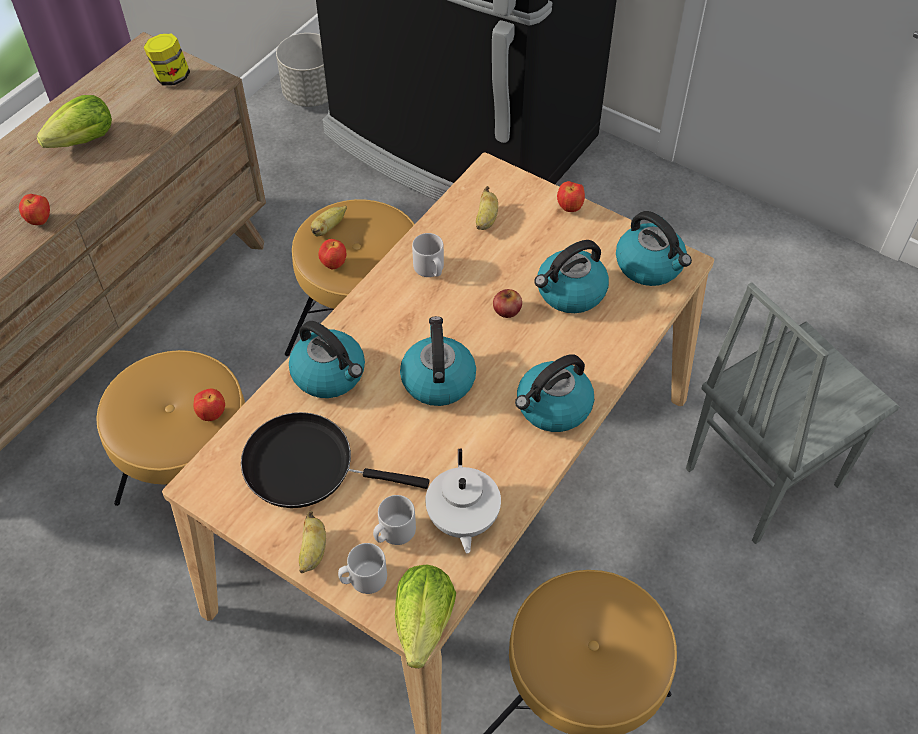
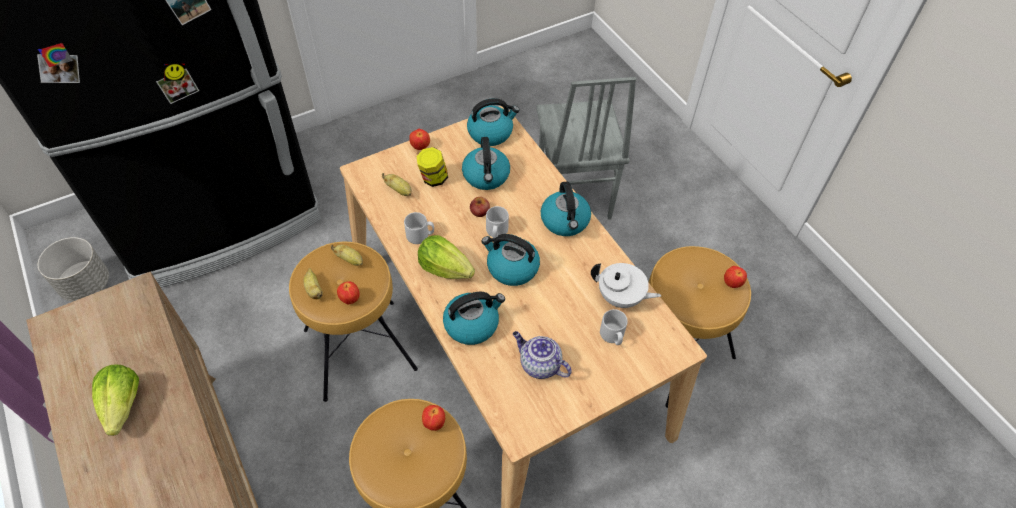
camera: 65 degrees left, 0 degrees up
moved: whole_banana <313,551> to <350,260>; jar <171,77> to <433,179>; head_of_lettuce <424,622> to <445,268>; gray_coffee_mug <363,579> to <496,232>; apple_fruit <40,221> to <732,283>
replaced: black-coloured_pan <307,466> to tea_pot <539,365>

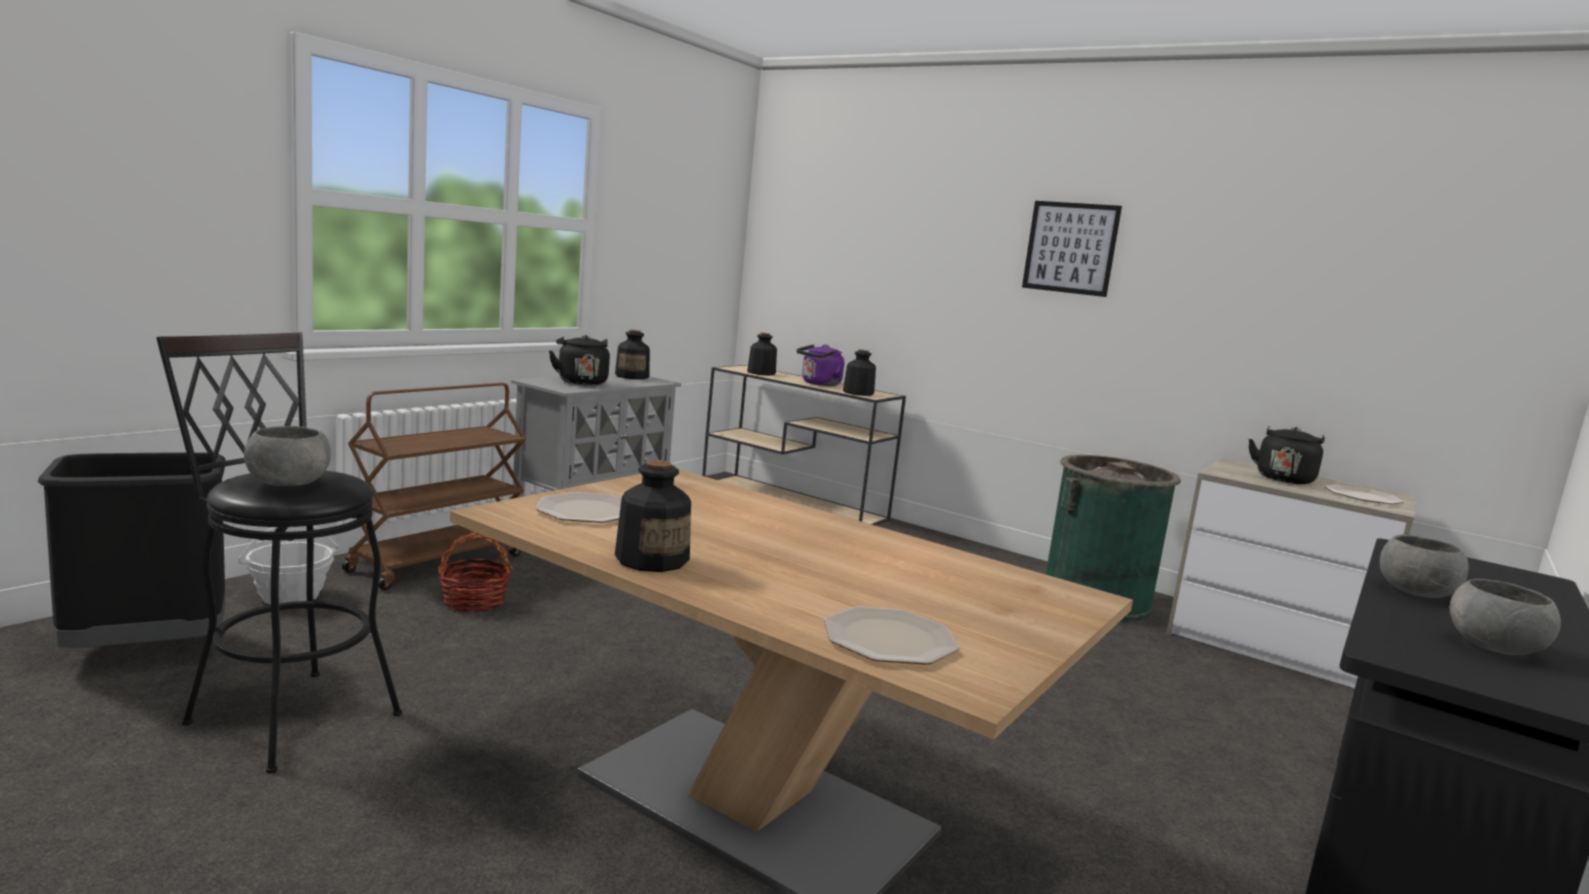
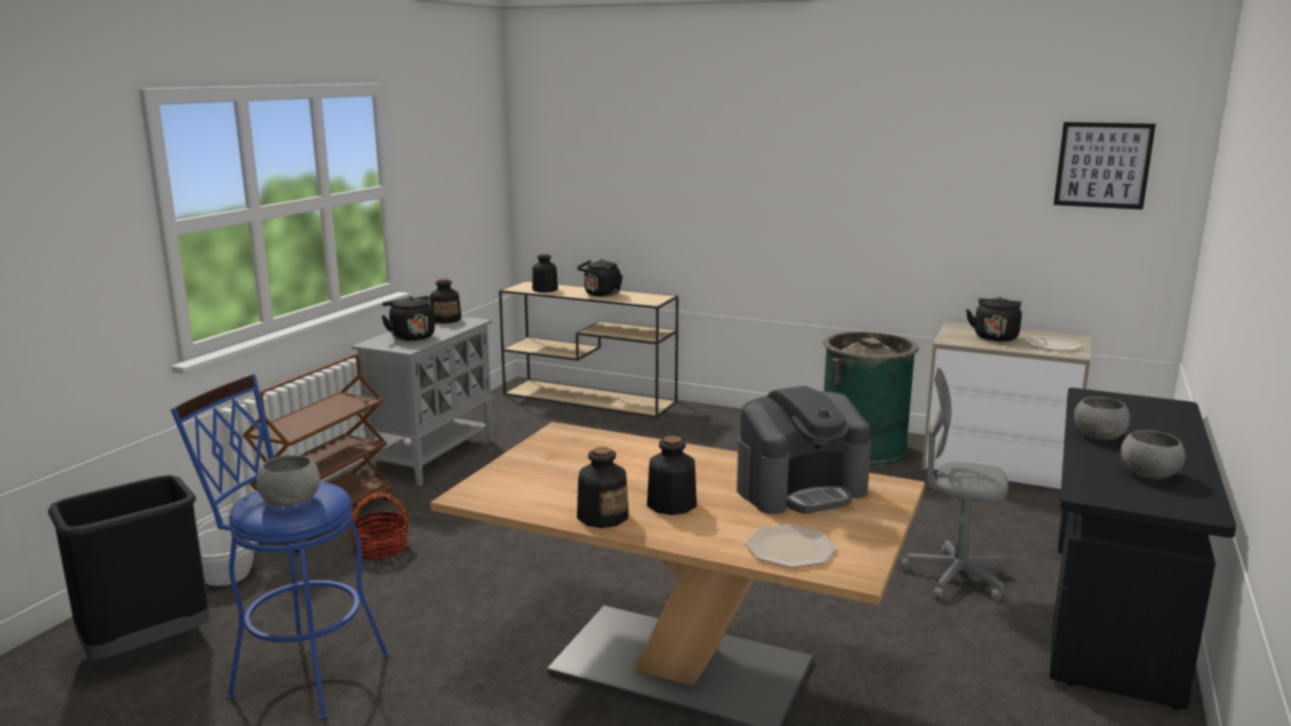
camera: 10 degrees left, 5 degrees up
removed: flat_dish <588,510>
added: coffee_machine <801,490>; gray_office_chair <955,578>
moved: beverage_bottle <857,393> to <671,504>; wall_picture <1070,248> to <1103,165>
recoloured: black-coloured_stool_seat <285,712> to blue_stool_seat <299,673>; purplish_water_kettle <819,384> to black-coloured_water_kettle <601,294>

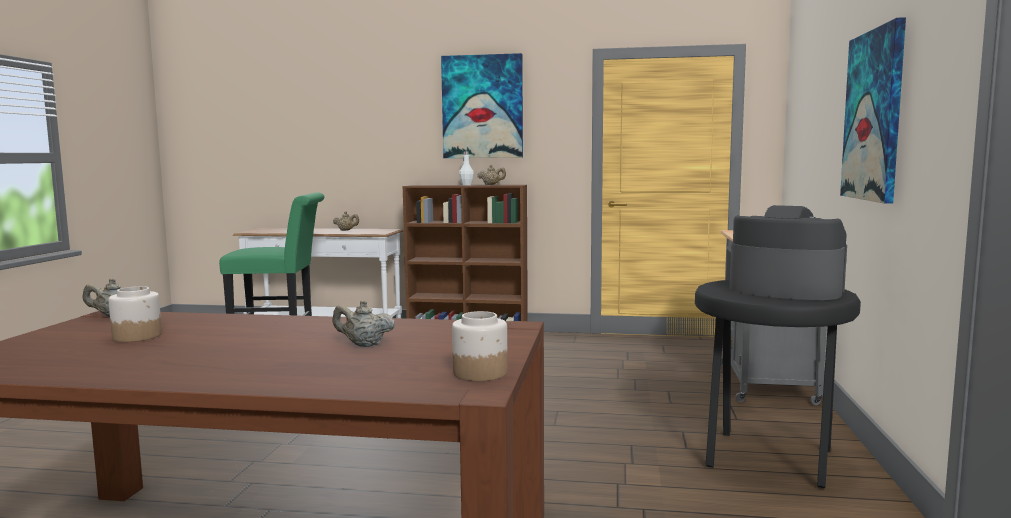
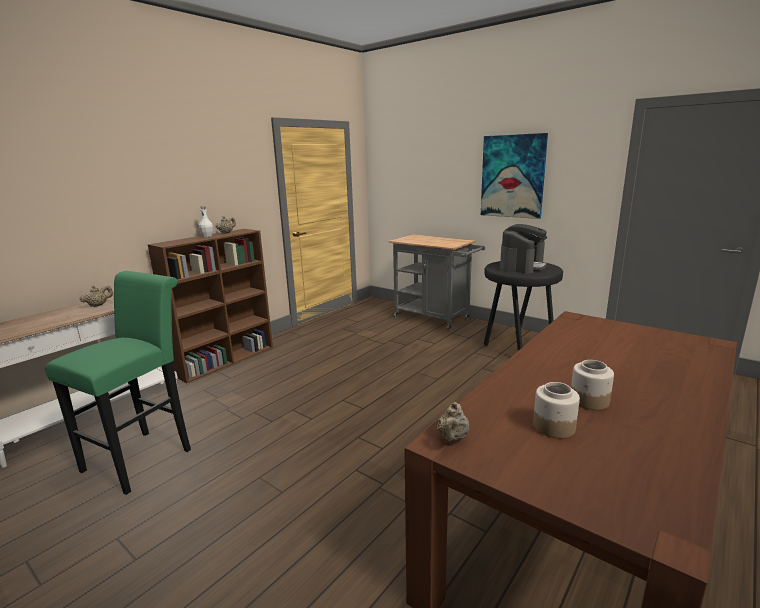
camera: 60 degrees left, 10 degrees up
removed: beige-coloured_tea_pot <364,345>; wall_picture <482,107>
moved: jar <479,373> to <589,401>
turned: coffee_machine <784,290> = <522,266> 150 degrees clockwise

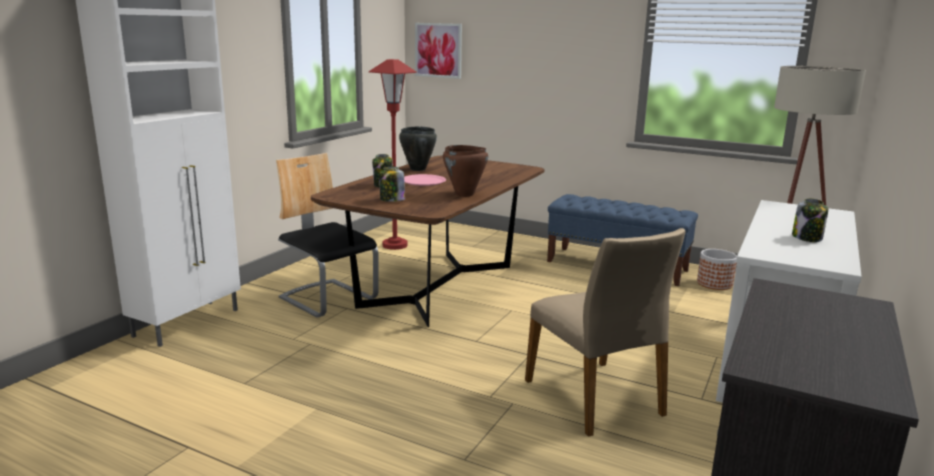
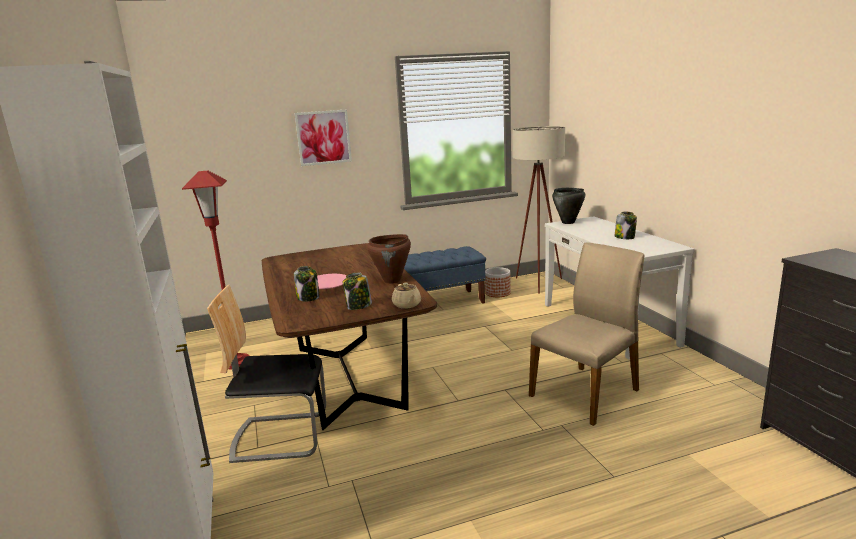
camera: 45 degrees left, 0 degrees up
added: beige-coloured_tea_pot <407,305>
moved: wall_picture <438,50> to <323,137>; black-coloured_stockpot <417,169> to <568,222>
turned: beige-coloured_chair <595,397> = <586,392> 60 degrees counterclockwise

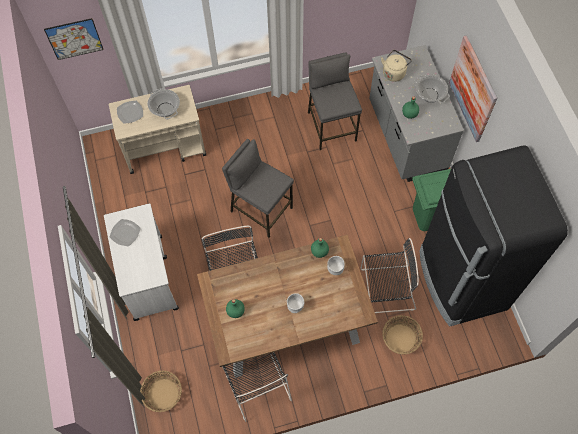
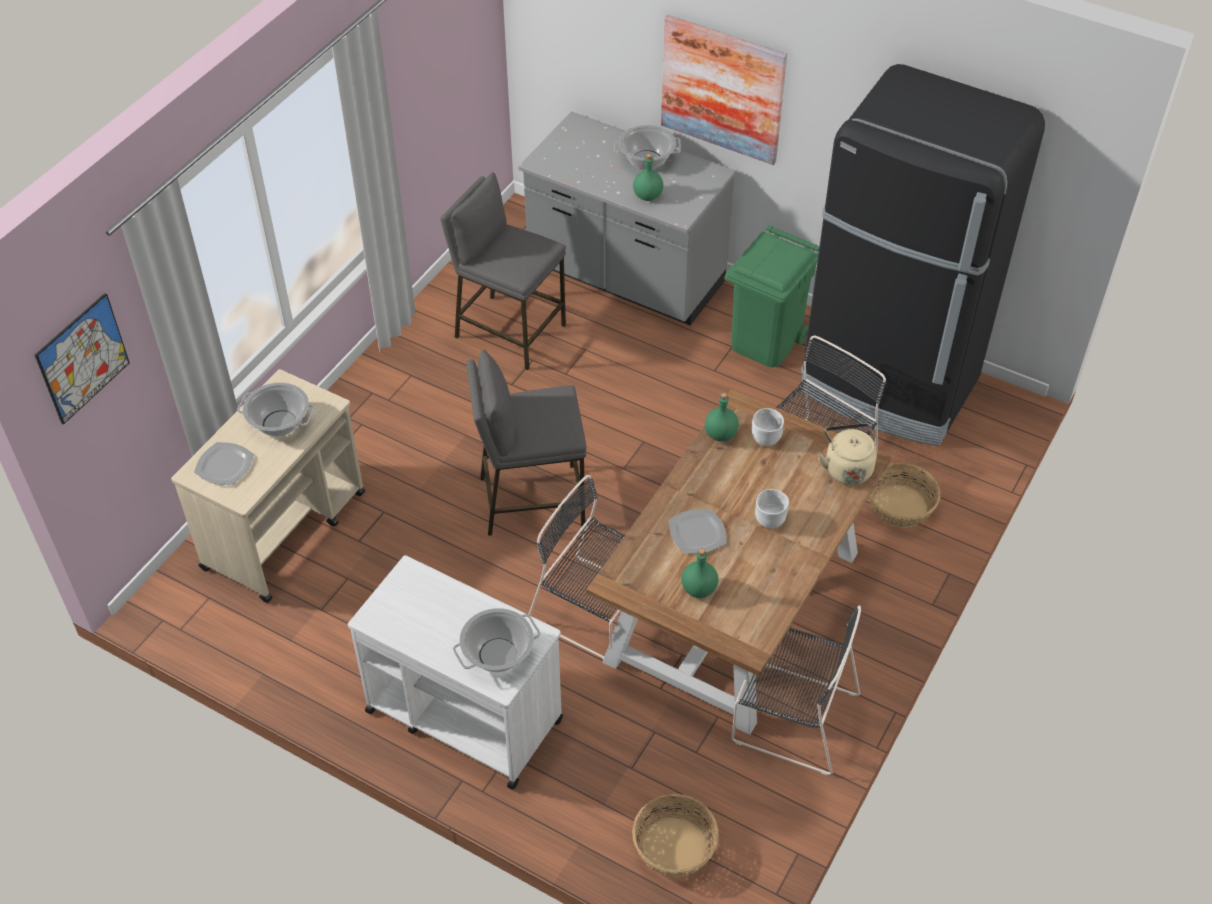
camera: 45 degrees left, 15 degrees down
added: stockpot <497,655>
moved: flat_dish <125,233> to <697,532>; beige-coloured_water_kettle <394,72> to <847,468>

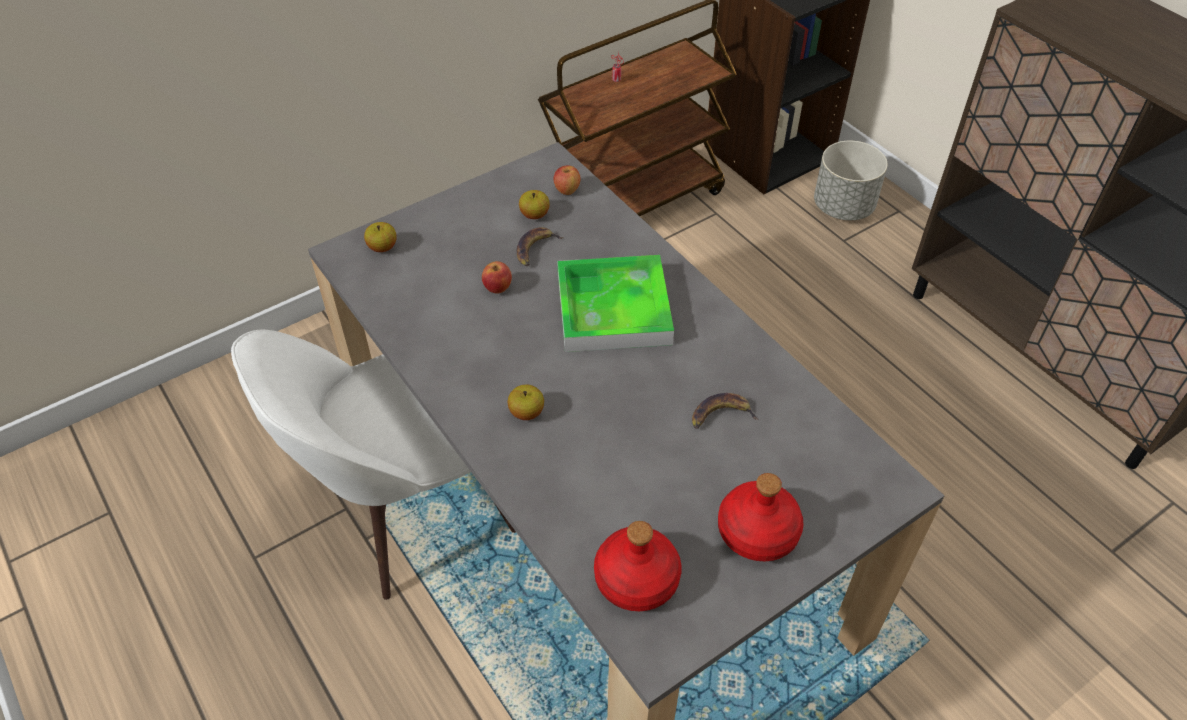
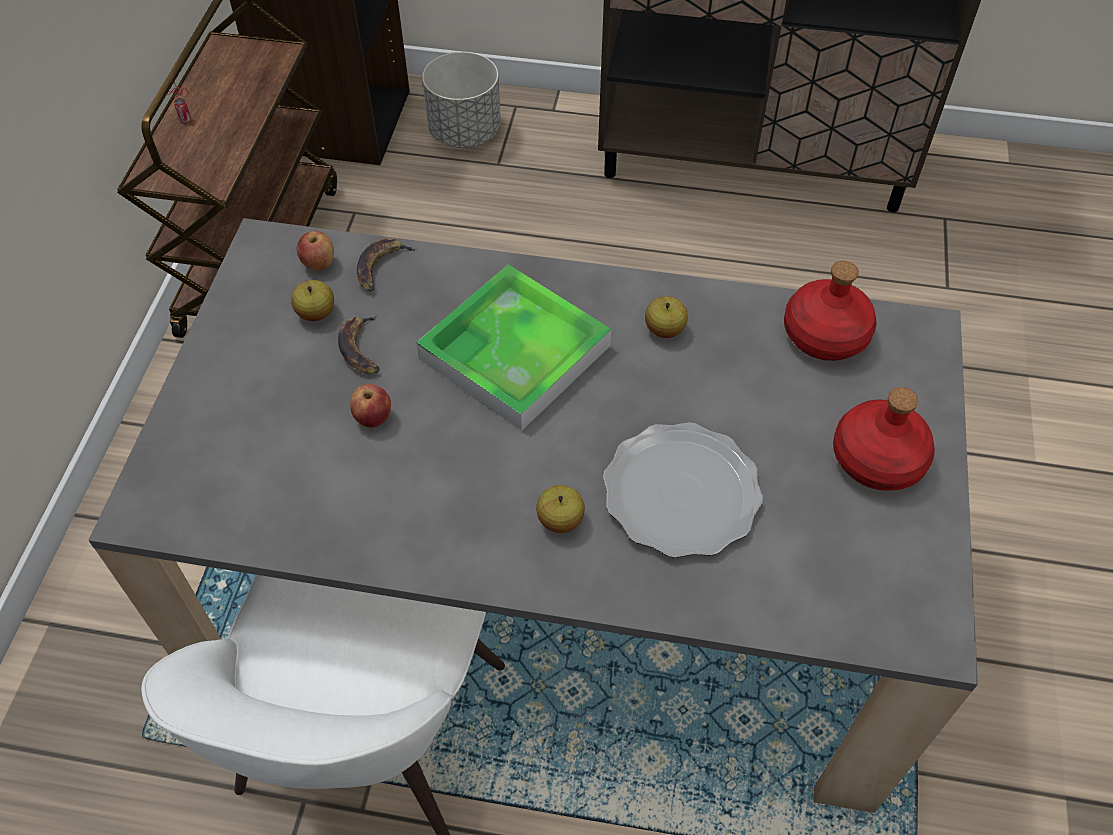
camera: 45 degrees left, 5 degrees up
added: flat_dish <680,493>
moved: whole_banana <720,415> to <381,267>; apple_fruit <382,247> to <664,329>; red_beverage_bottle <637,580> to <826,335>

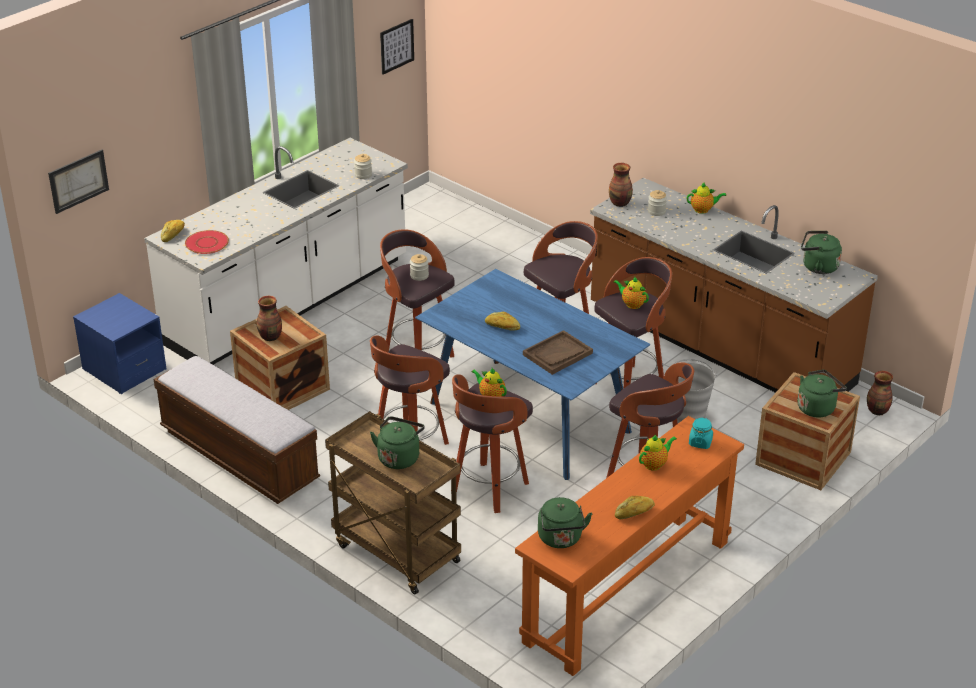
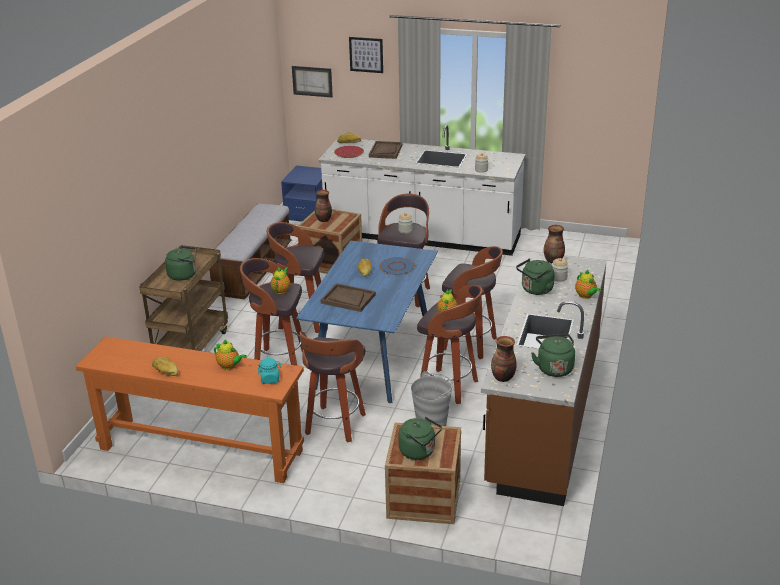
camera: 65 degrees right, 5 degrees down
added: brownish_carrying_tray <385,151>; blue_flat_dish <397,267>
moved: wall_picture <396,46> to <366,54>; flower_vase <877,411> to <502,378>; green_water_kettle <561,539> to <535,290>

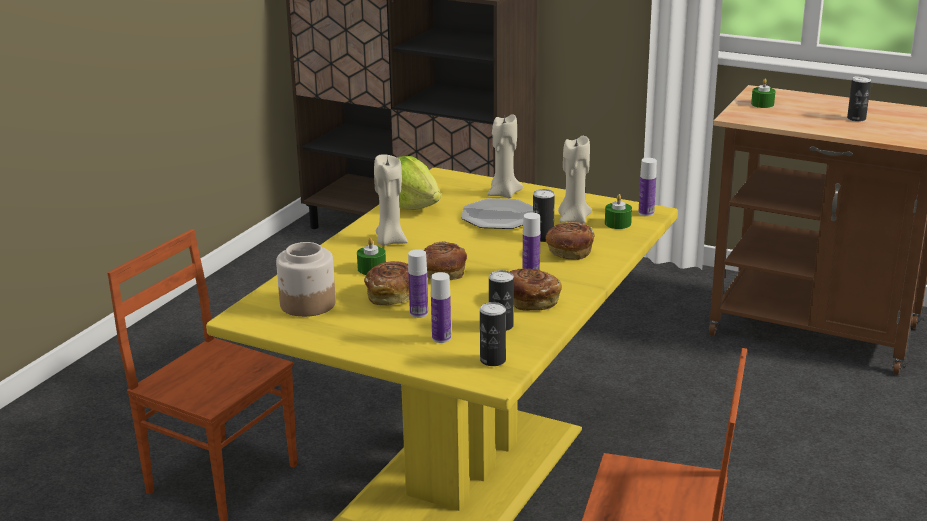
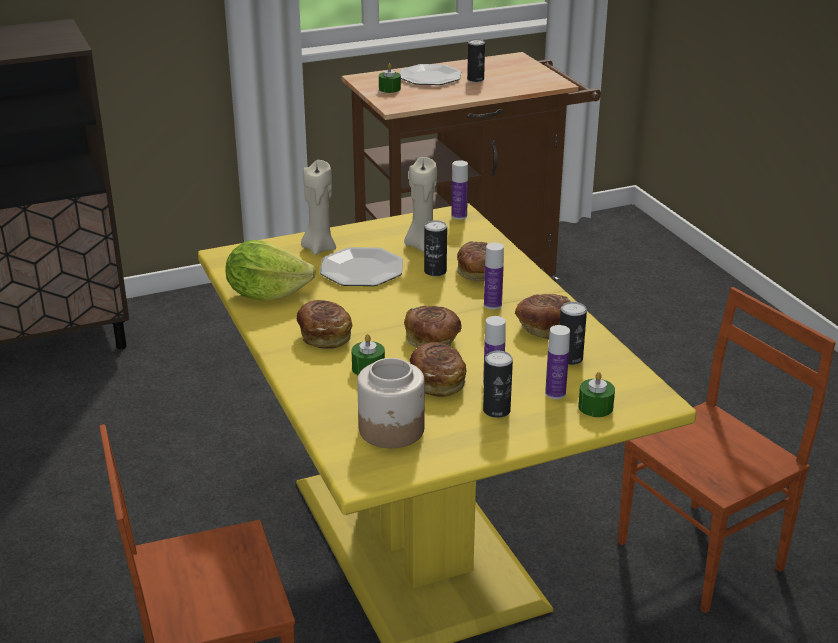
camera: 50 degrees left, 5 degrees up
added: flat_dish <430,77>
moved: can <493,360> to <496,410>; green_candle <617,223> to <595,407>
replaced: beige-coloured_candle <389,241> to bakery_bread <324,336>

